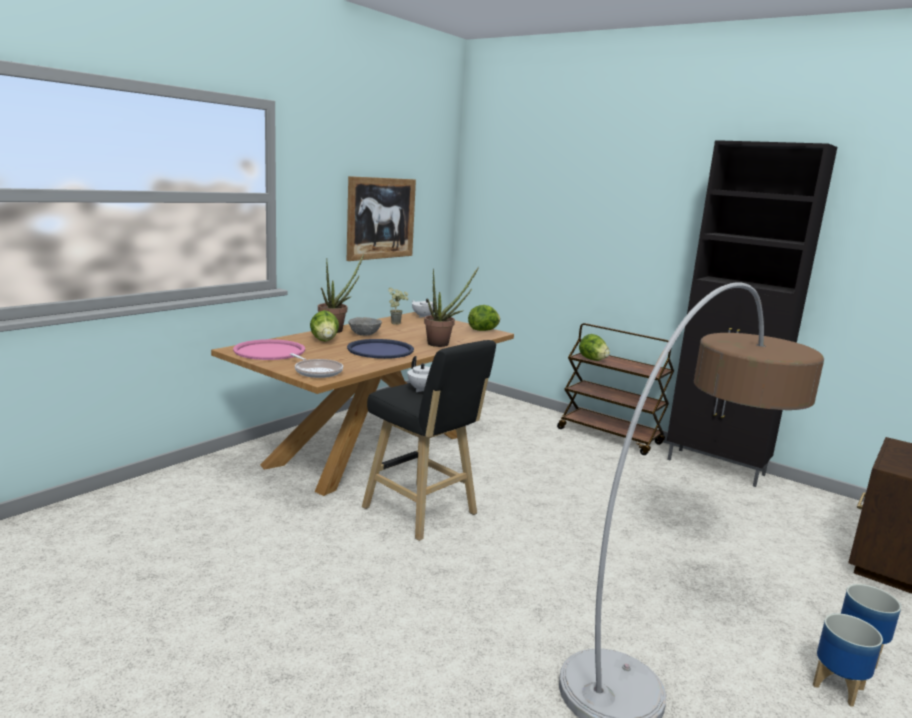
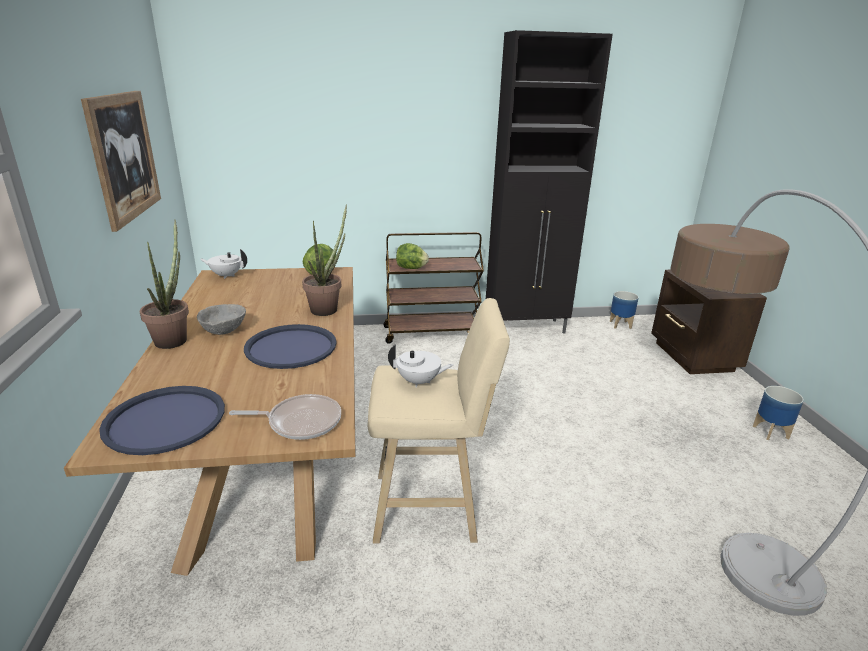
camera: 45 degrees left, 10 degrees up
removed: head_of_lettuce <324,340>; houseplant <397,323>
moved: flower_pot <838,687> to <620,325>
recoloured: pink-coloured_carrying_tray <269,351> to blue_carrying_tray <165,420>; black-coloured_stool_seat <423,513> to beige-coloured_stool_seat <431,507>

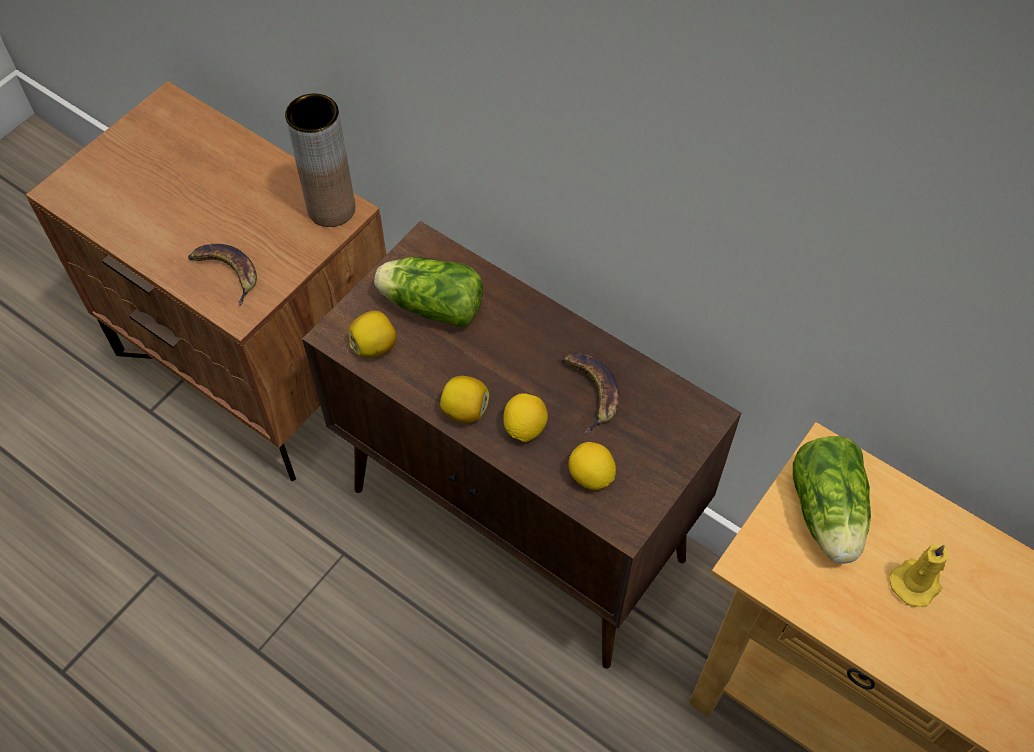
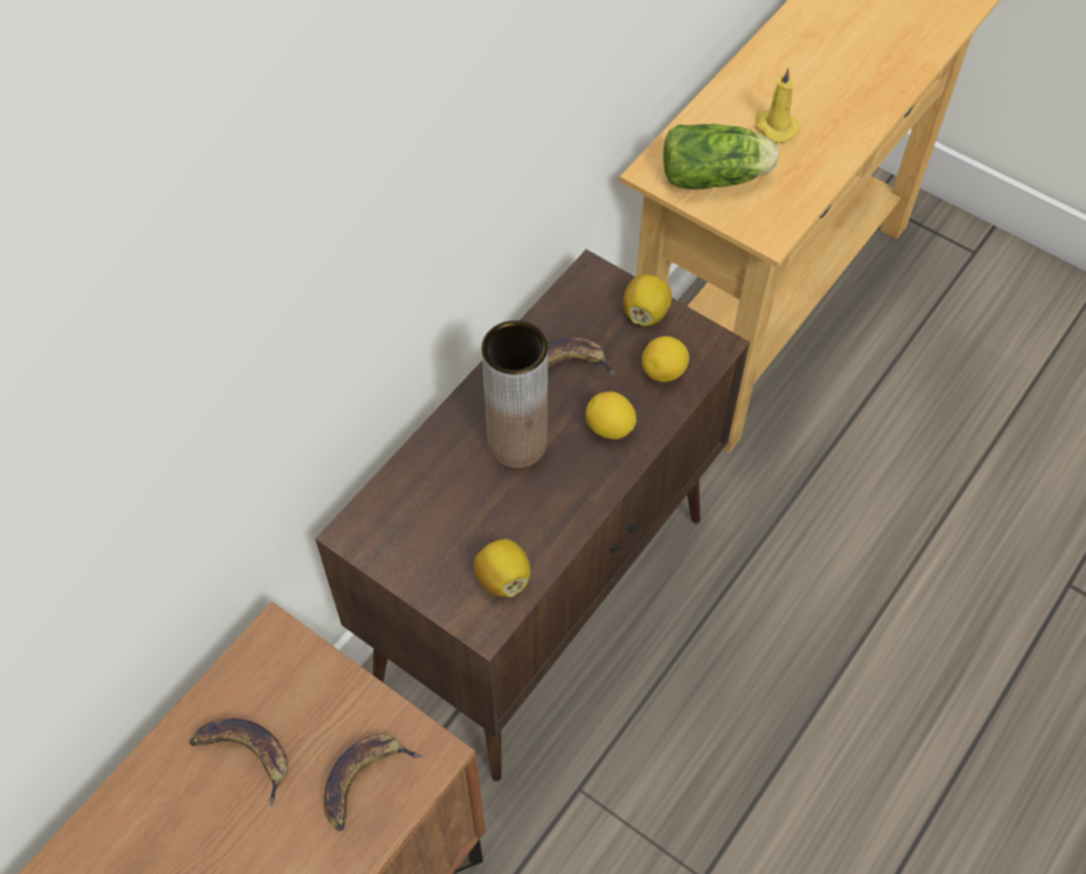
camera: 90 degrees left, 0 degrees up
removed: head_of_lettuce <429,305>
added: whole_banana <243,755>
moved: brownish_flower_vase <331,209> to <517,443>; citrus_fruit <465,410> to <645,313>

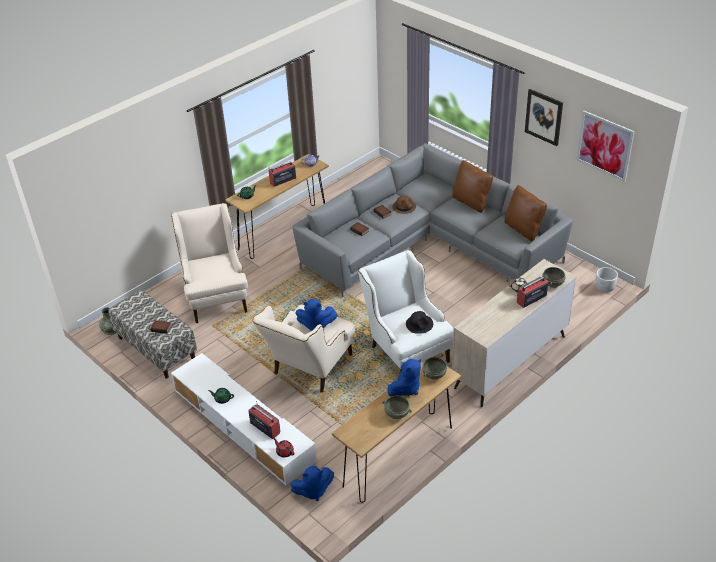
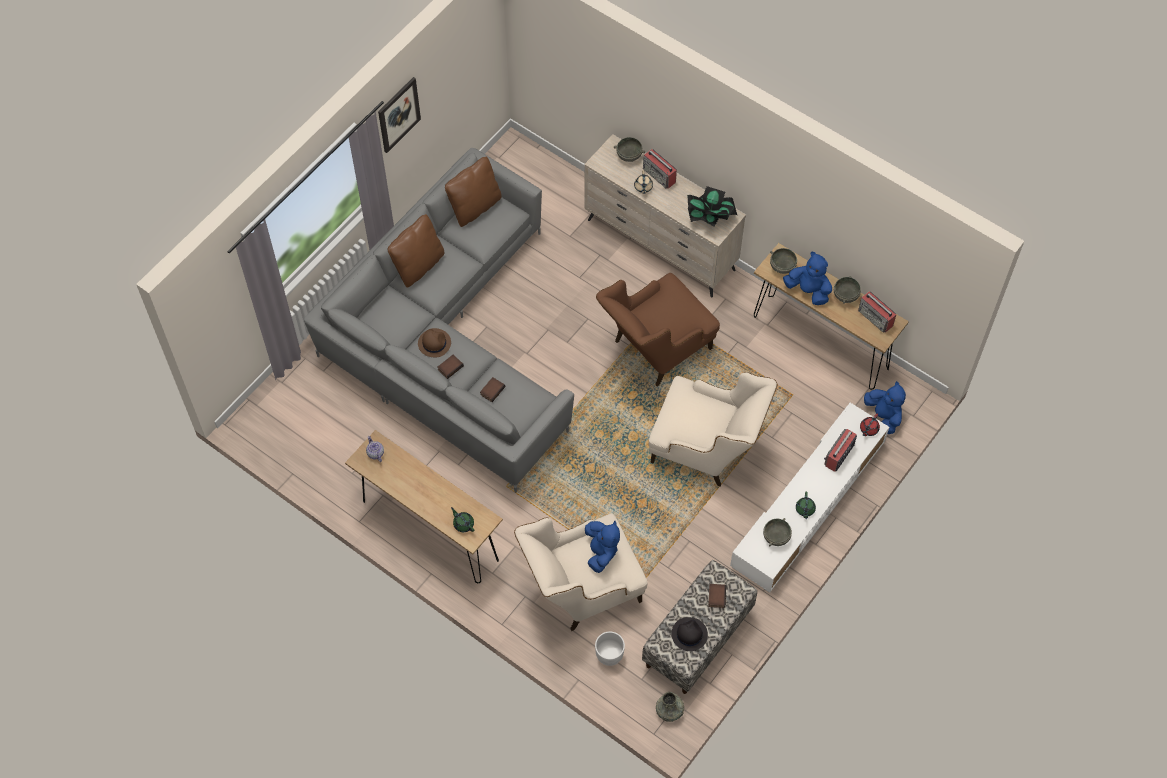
camera: 100 degrees left, 20 degrees up
removed: wall_picture <604,145>
added: houseplant <710,217>; gray_serving_bowl <776,537>
moved: blue_soft_toy <316,325> to <601,551>; whitish_flower_pot <605,287> to <609,654>; black-coloured_clothing_hat <419,324> to <689,634>; radio_receiver <282,180> to <875,318>
recoloured: whitish_armchair <405,349> to brownish_armchair <655,350>

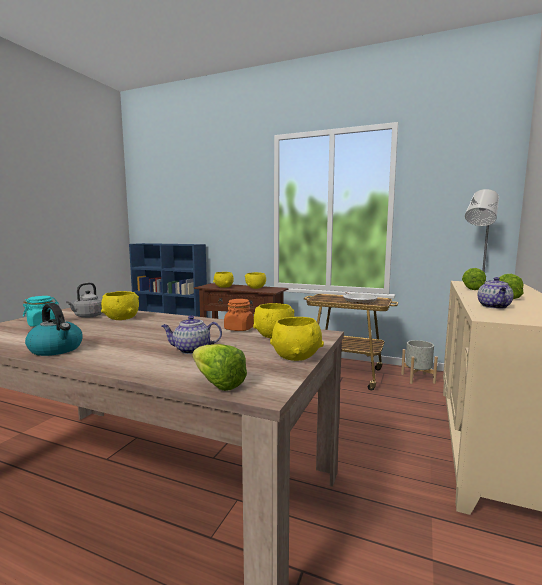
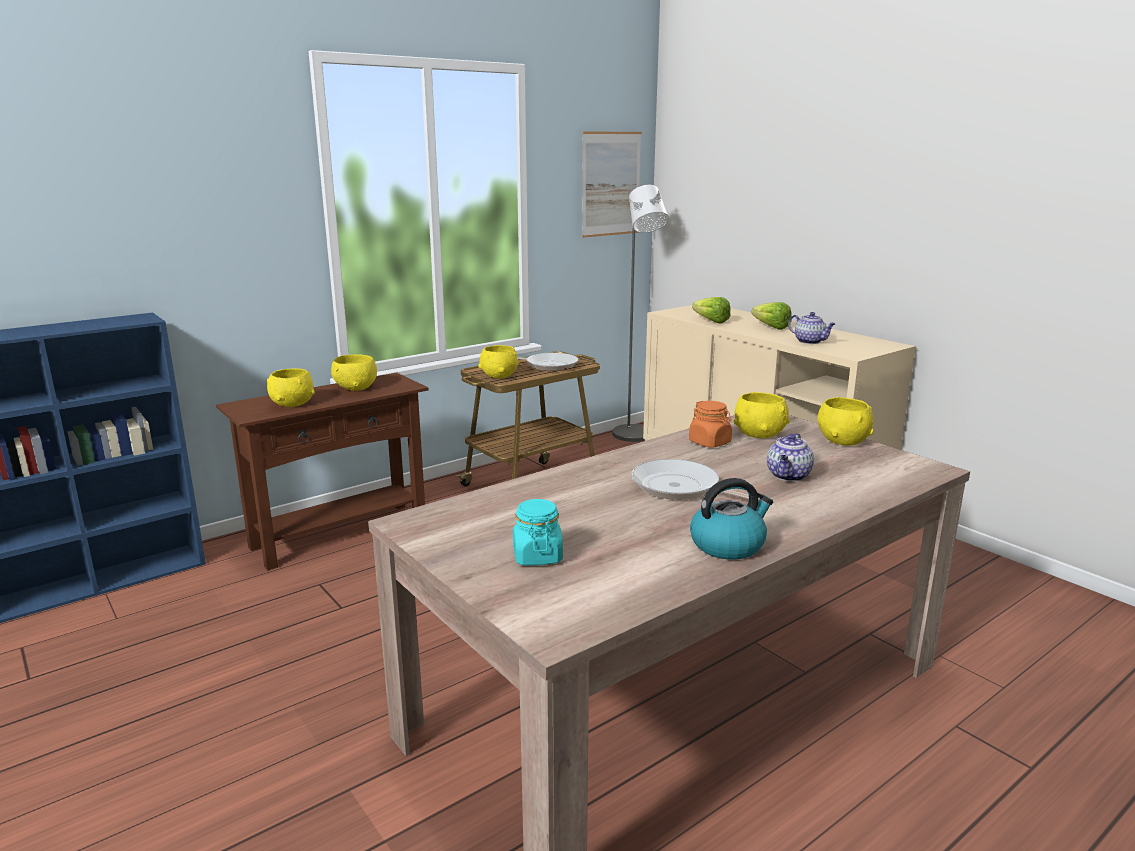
camera: 60 degrees left, 10 degrees up
removed: gray_water_kettle <88,316>; head_of_lettuce <215,382>; gray_flower_pot <417,378>
added: wall_picture <611,184>; pan <680,488>
moved: yellowish_serving_bowl <121,318> to <498,376>

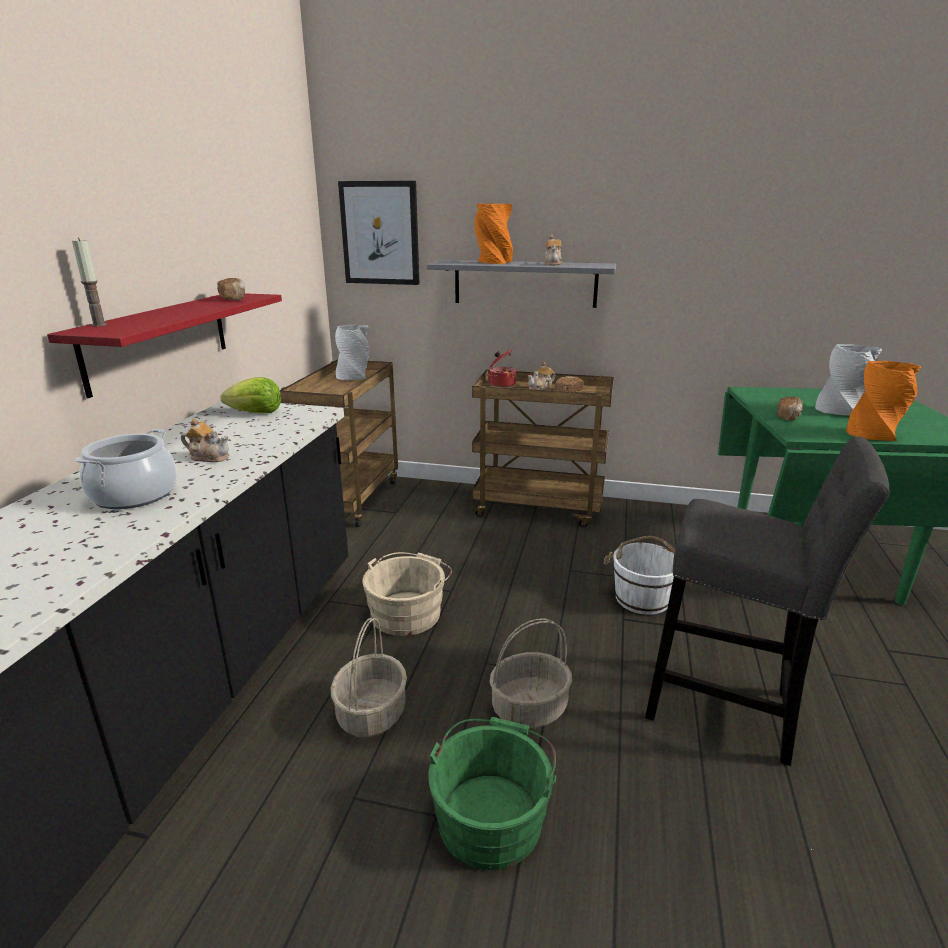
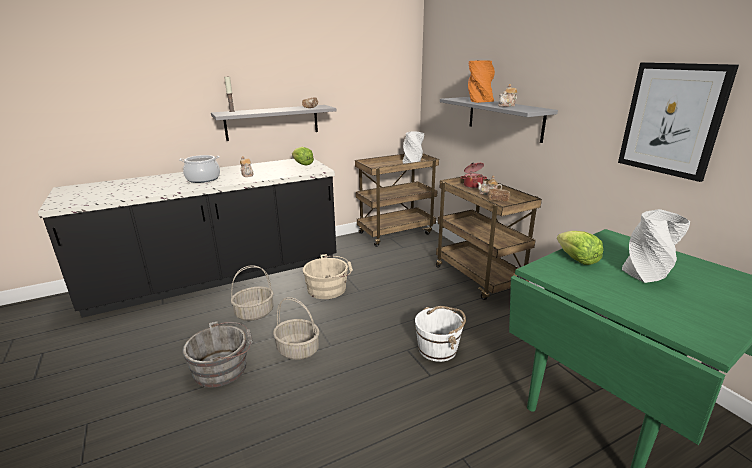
camera: 50 degrees right, 0 degrees up
removed: gray_stool_seat <728,710>; orangey_flower_vase <874,434>
moved: wall_picture <380,233> to <672,119>
replaced: bakery_bread <788,416> to head_of_lettuce <576,259>
recoloured: green_water_bucket <491,814> to gray_water_bucket <223,368>; red_bracket_shelf <159,340> to gray_bracket_shelf <272,122>

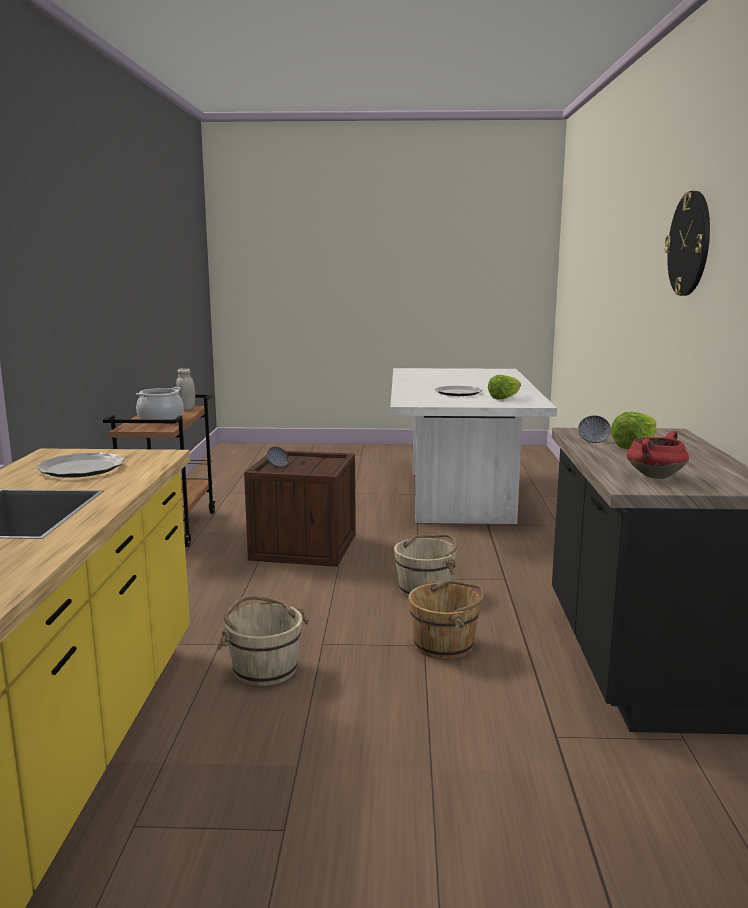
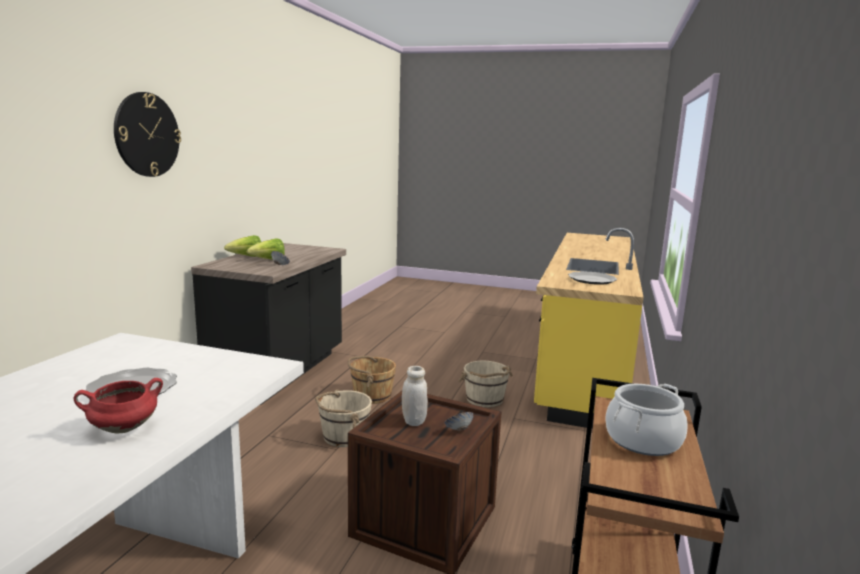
camera: 165 degrees left, 0 degrees up
moved: red_stockpot <655,476> to <123,429>; head_of_lettuce <504,398> to <247,257>; whitish_jar <186,408> to <414,421>

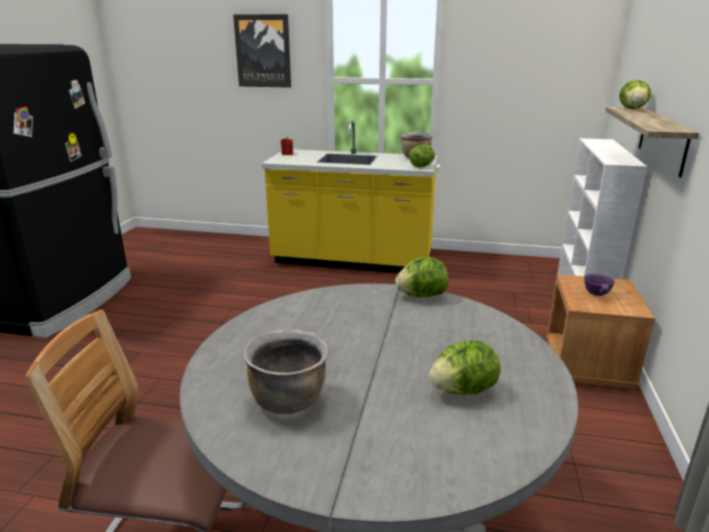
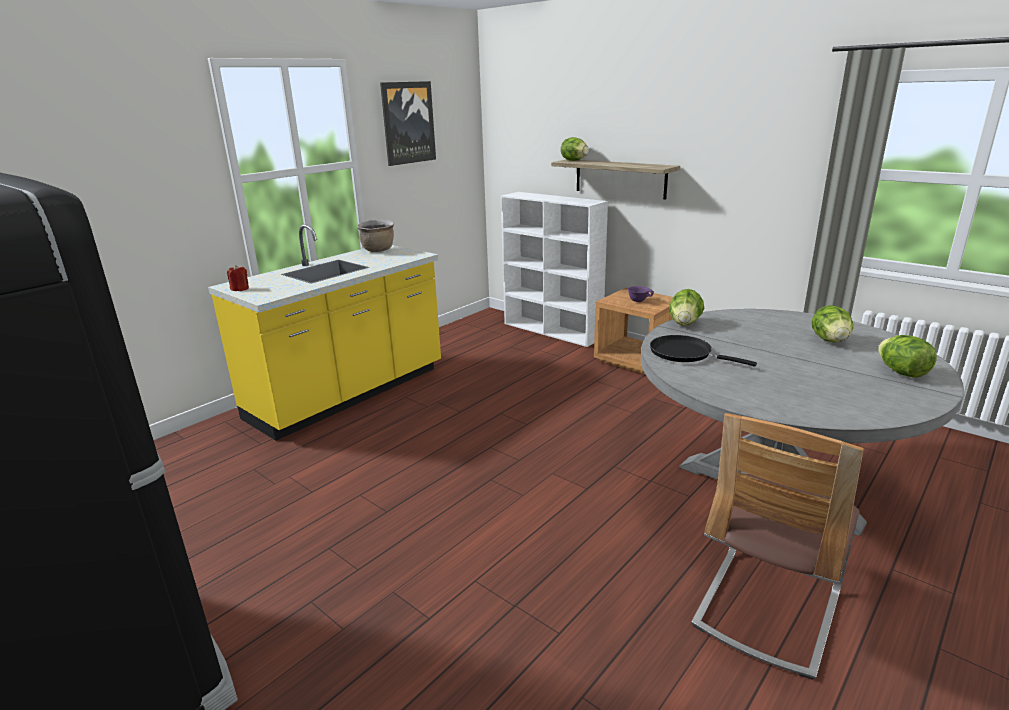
camera: 60 degrees left, 0 degrees up
removed: brownish_stockpot <288,400>
added: black-coloured_pan <685,353>
moved: wall_picture <263,51> to <408,123>; head_of_lettuce <422,166> to <902,372>

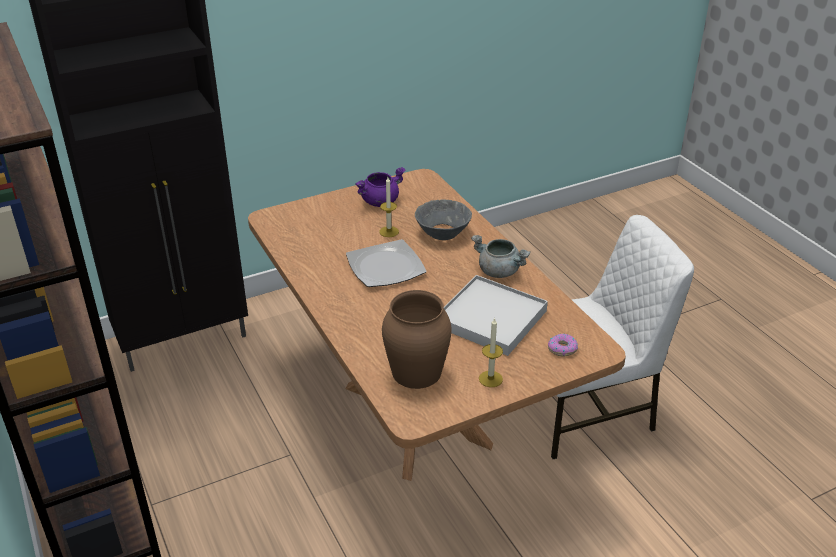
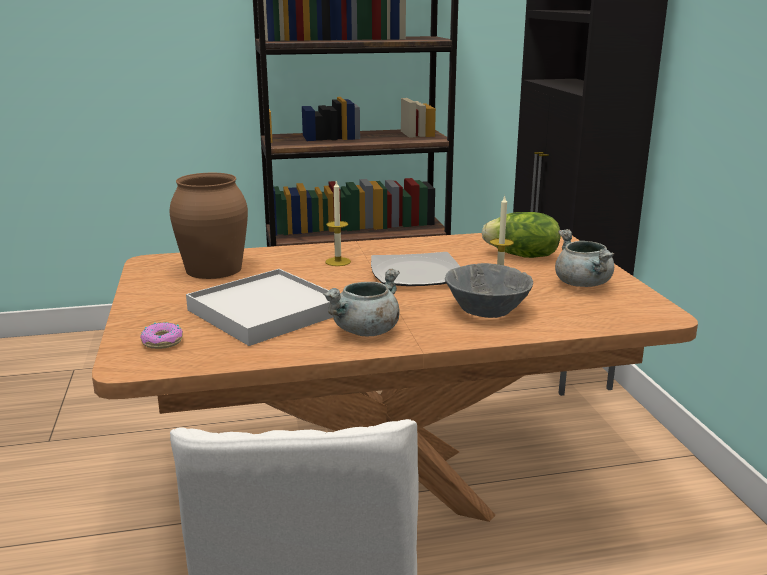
camera: 105 degrees right, 15 degrees down
added: head_of_lettuce <522,256>
moved: candle <490,379> to <338,261>
recoloured: purplish_stockpot <380,201> to gray_stockpot <583,284>

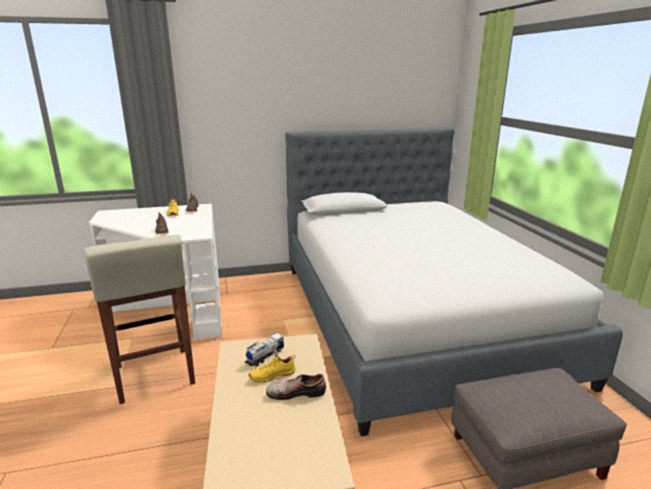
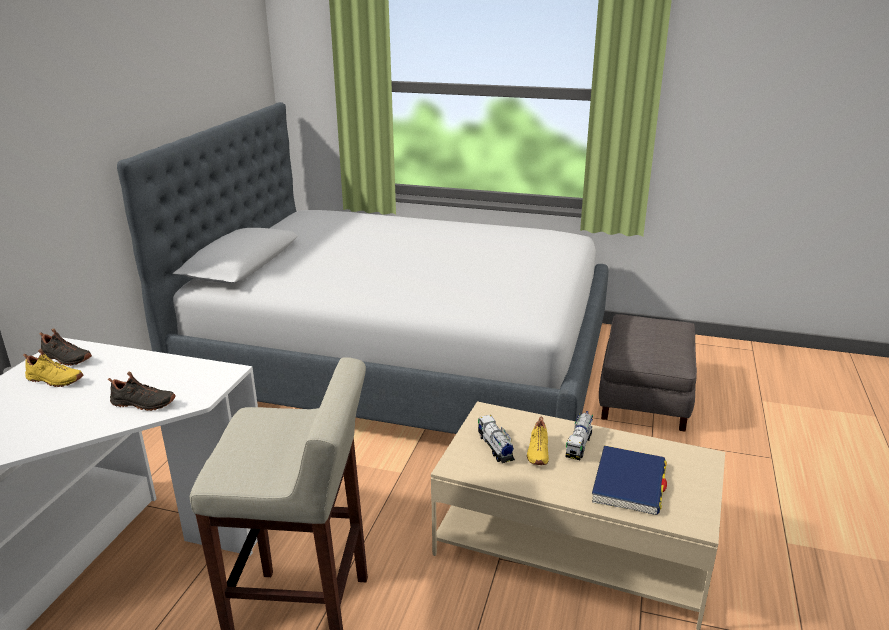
camera: 60 degrees left, 5 degrees up
added: blue_bound_book <629,483>
replaced: low_shoe <296,392> to toy_truck <579,444>

